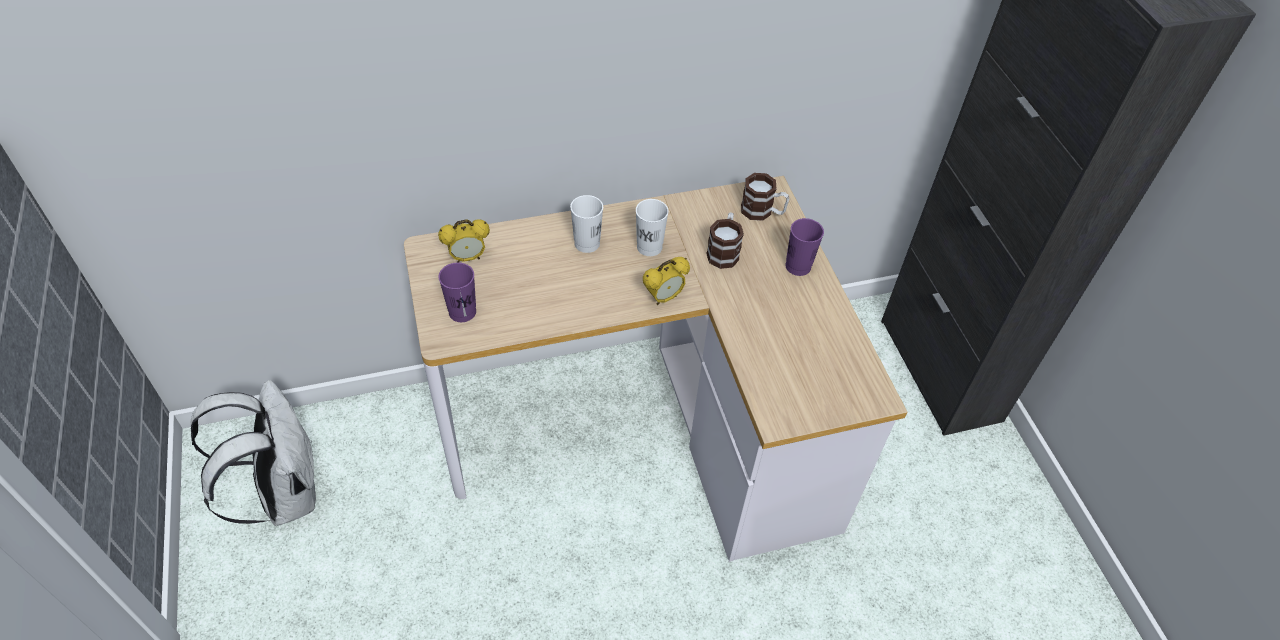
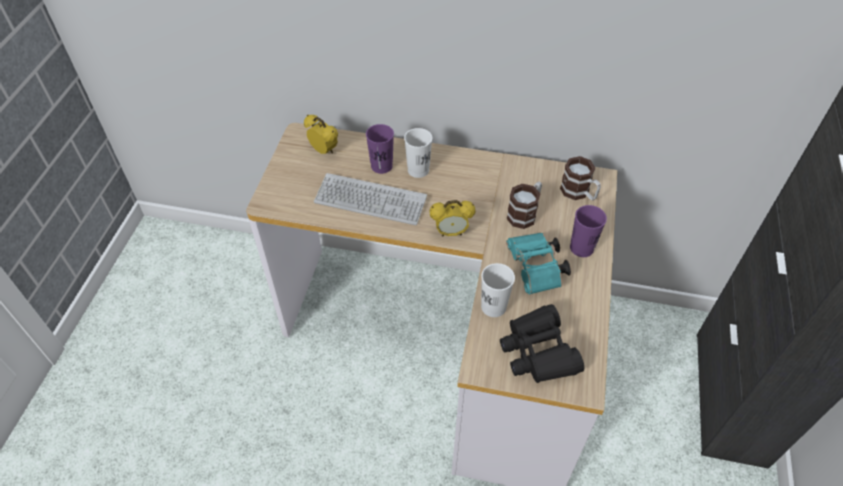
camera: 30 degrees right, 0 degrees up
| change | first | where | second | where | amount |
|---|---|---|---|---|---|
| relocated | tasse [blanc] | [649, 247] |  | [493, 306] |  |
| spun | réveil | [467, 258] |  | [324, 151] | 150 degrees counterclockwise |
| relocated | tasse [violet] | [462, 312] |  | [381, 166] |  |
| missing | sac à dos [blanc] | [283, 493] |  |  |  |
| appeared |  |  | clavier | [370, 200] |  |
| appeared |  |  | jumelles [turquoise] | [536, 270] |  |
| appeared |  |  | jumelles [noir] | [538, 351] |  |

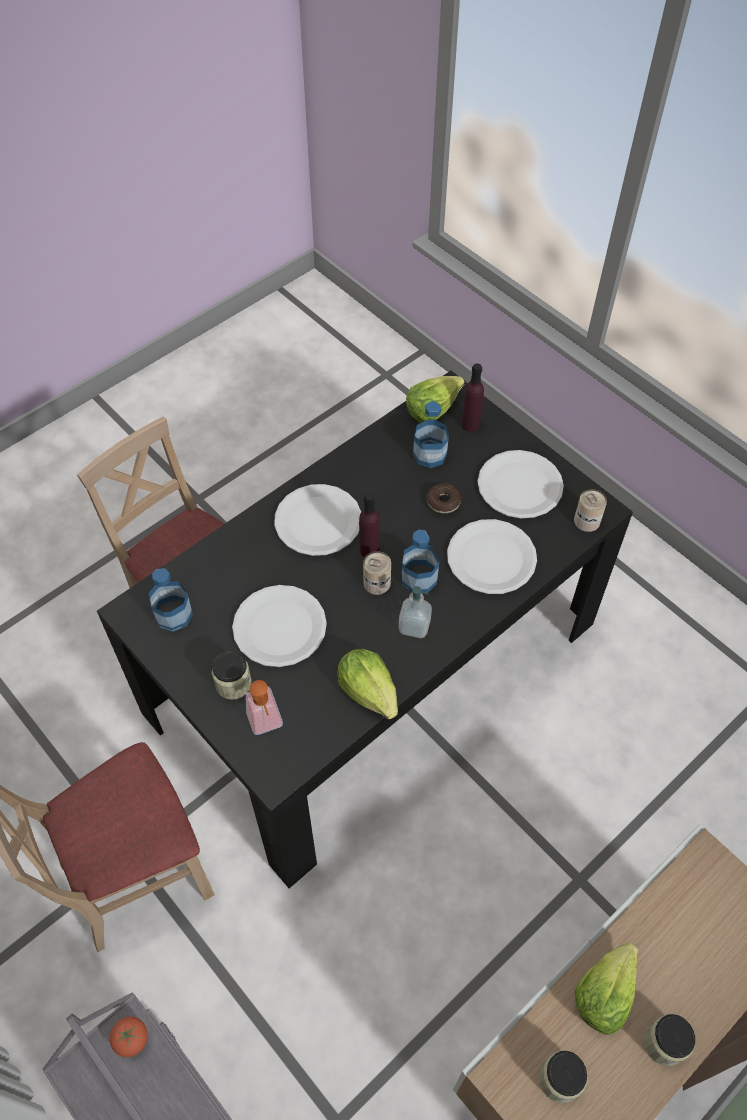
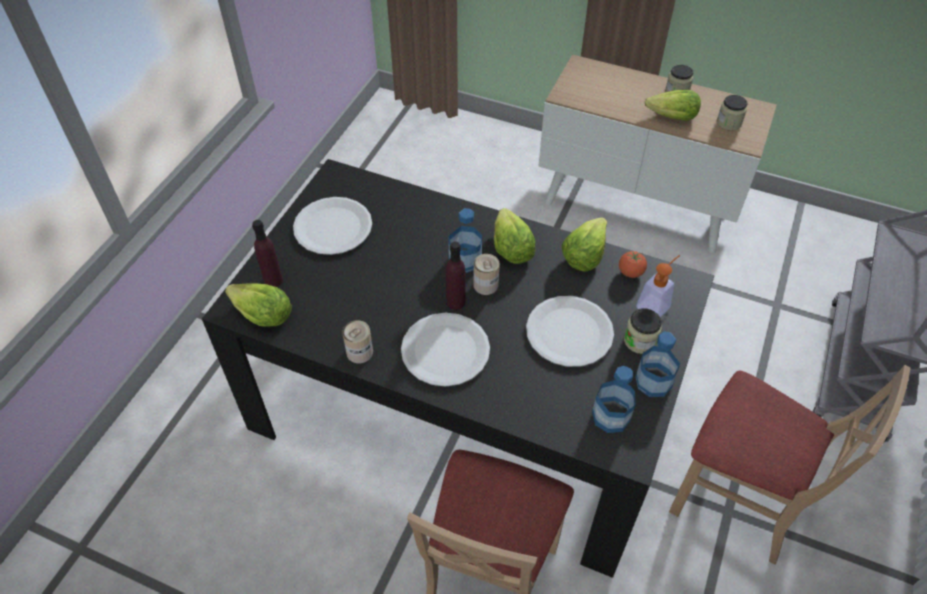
camera: 115 degrees left, 5 degrees down
| change | first | where | second | where | amount |
|---|---|---|---|---|---|
| relocated | bouteille | [429, 454] |  | [653, 382] |  |
| missing | beignet | [443, 502] |  |  |  |
| relocated | boîte métallique | [587, 521] |  | [359, 352] |  |
| missing | assiette [blanc] | [491, 558] |  |  |  |
| exchanged | distributeur de savon | [414, 626] | laitue | [511, 248] |  |
| relocated | tomate | [132, 1039] |  | [630, 272] |  |

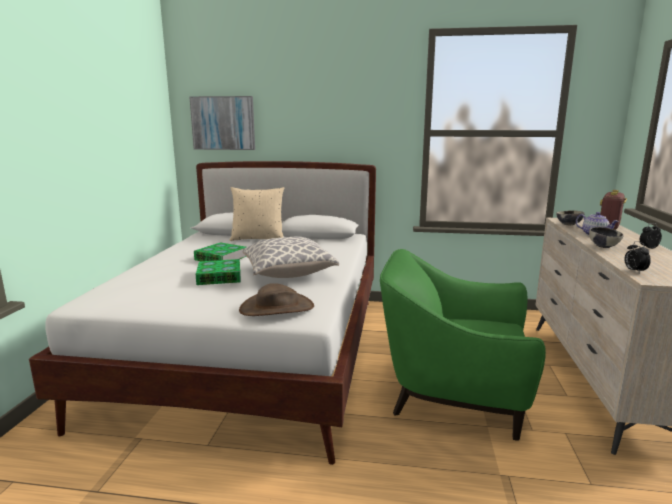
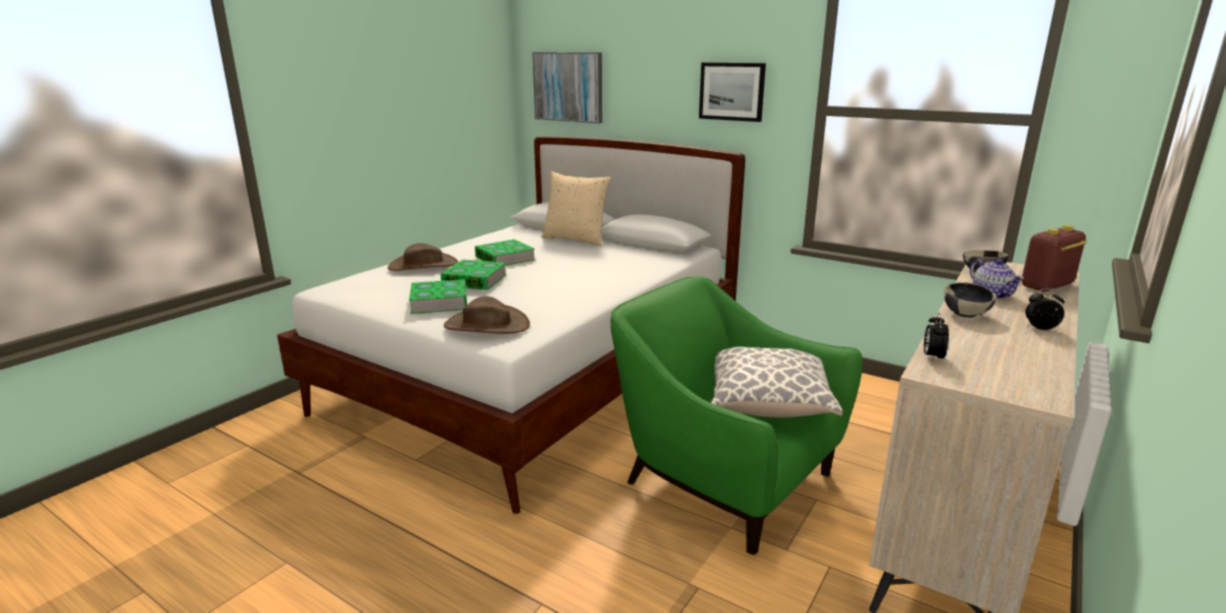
camera: 25 degrees right, 5 degrees up
| change | first | where | second | where | amount |
|---|---|---|---|---|---|
| relocated | coussin | [288, 273] |  | [767, 404] |  |
| appeared |  |  | tableau | [732, 91] |  |
| appeared |  |  | chapeau [marron] | [423, 265] |  |
| appeared |  |  | livre | [439, 302] |  |

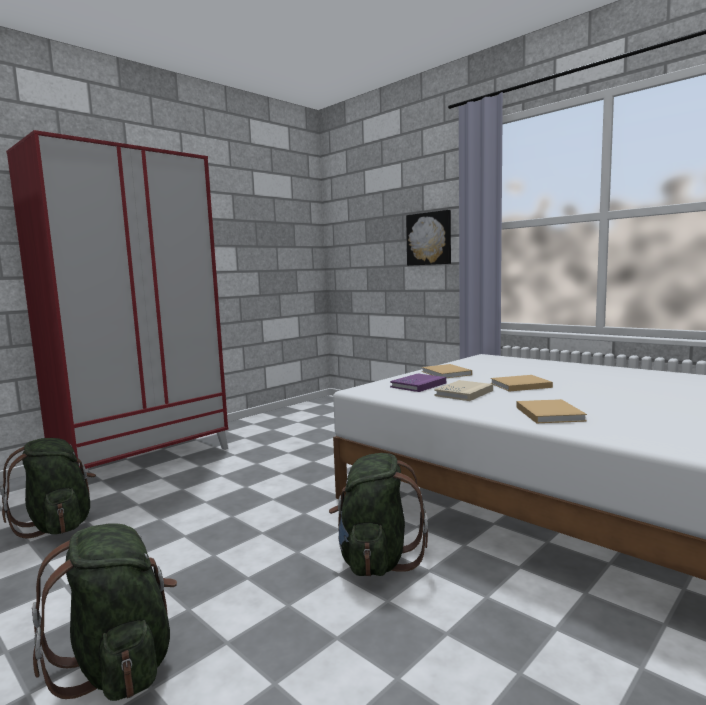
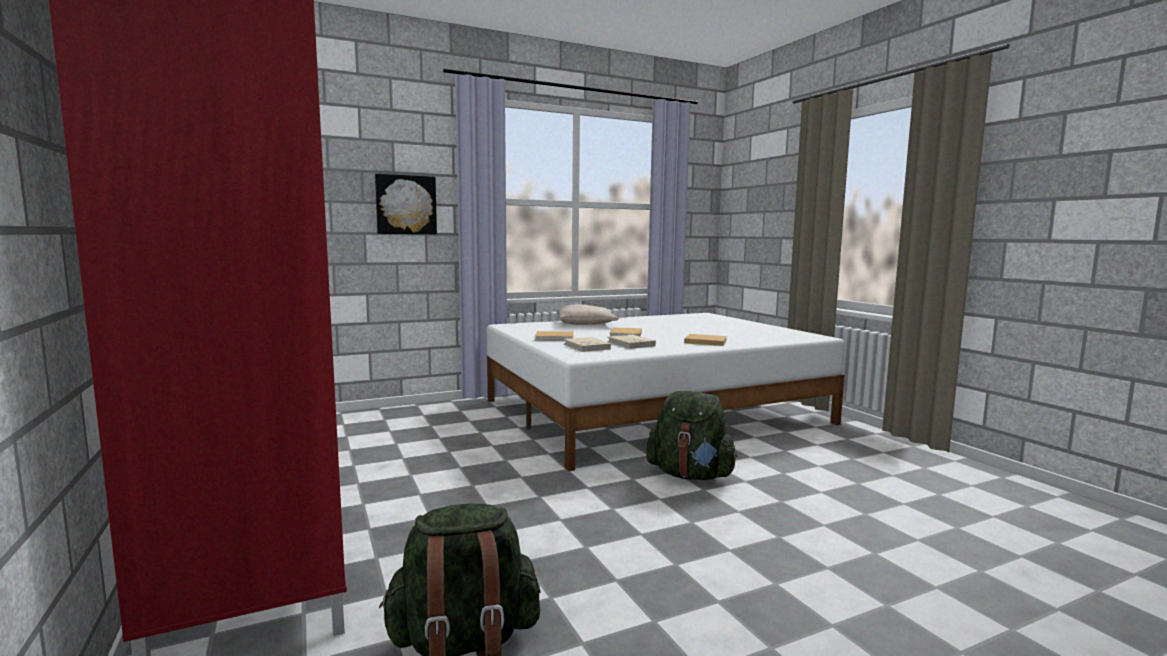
camera: 70 degrees left, 0 degrees up
| change | first | where | second | where | amount |
|---|---|---|---|---|---|
| colour | livre [violet] | [418, 385] | livre [beige] | [586, 346] |  |
| missing | sac à dos [vert] | [119, 664] |  |  |  |
| appeared |  |  | coussin [beige] | [586, 323] |  |

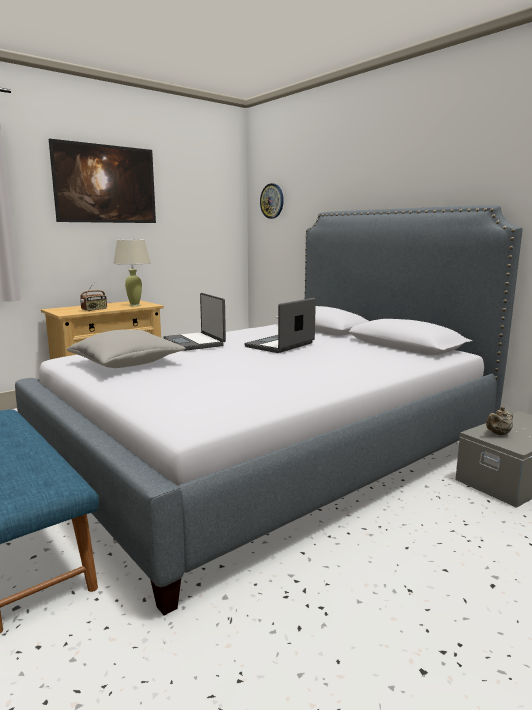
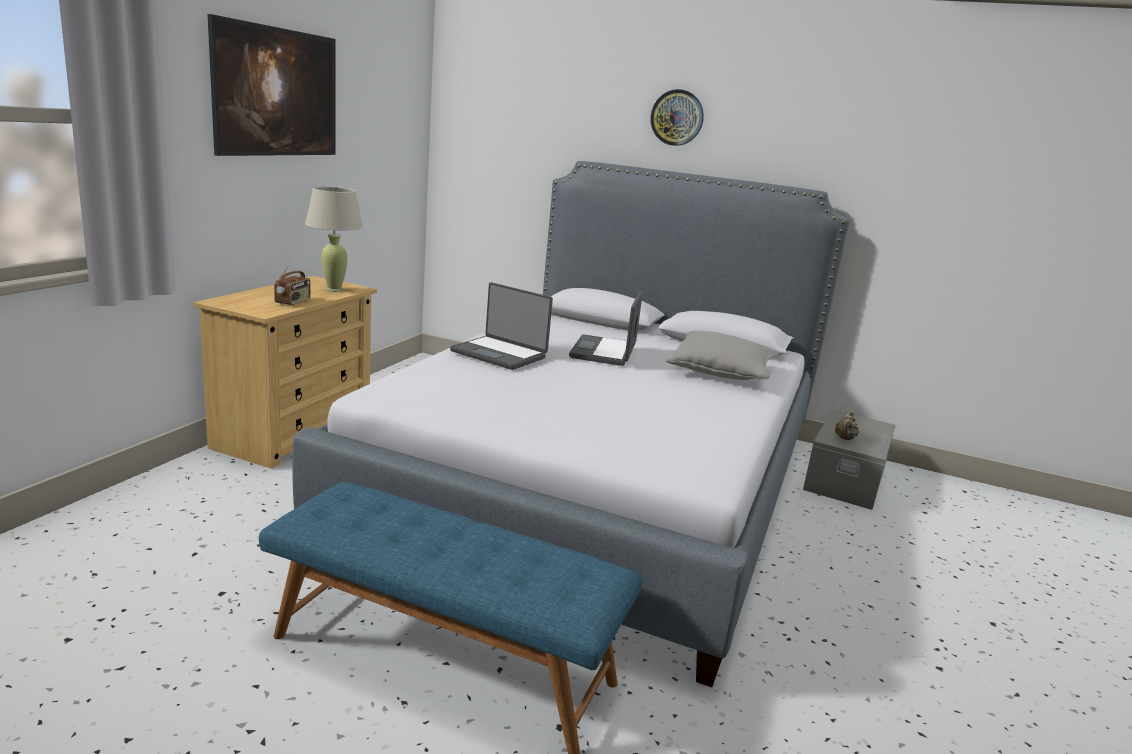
camera: 30 degrees left, 5 degrees up
| change | first | where | second | where | amount |
|---|---|---|---|---|---|
| relocated | horloge murale | [272, 201] |  | [677, 117] |  |
| relocated | coussin [gris] | [126, 363] |  | [721, 372] |  |

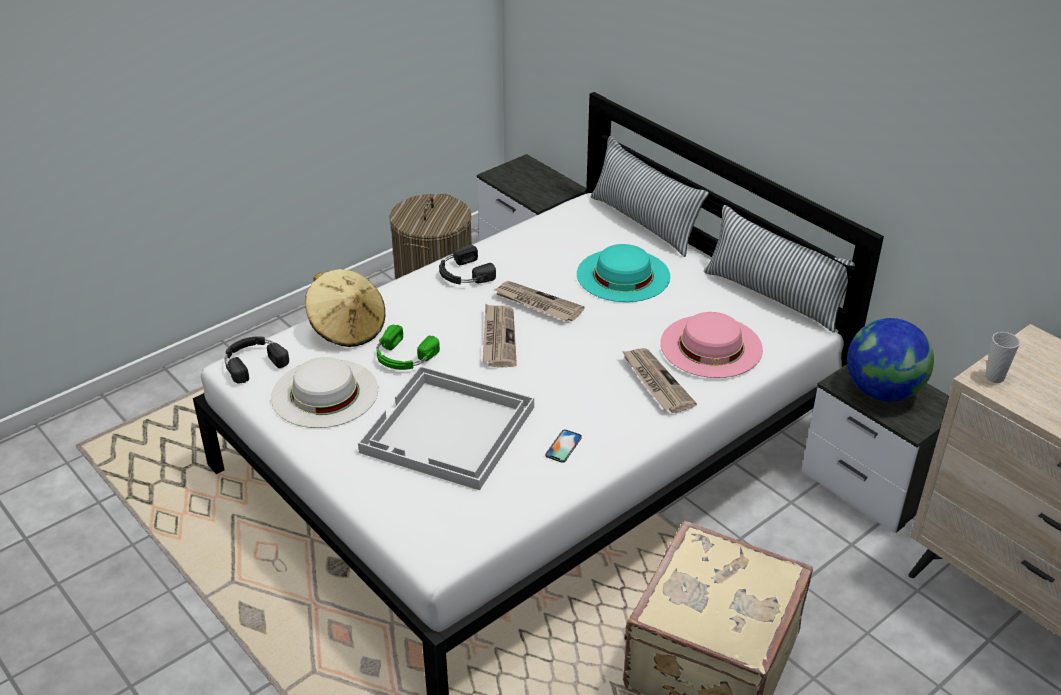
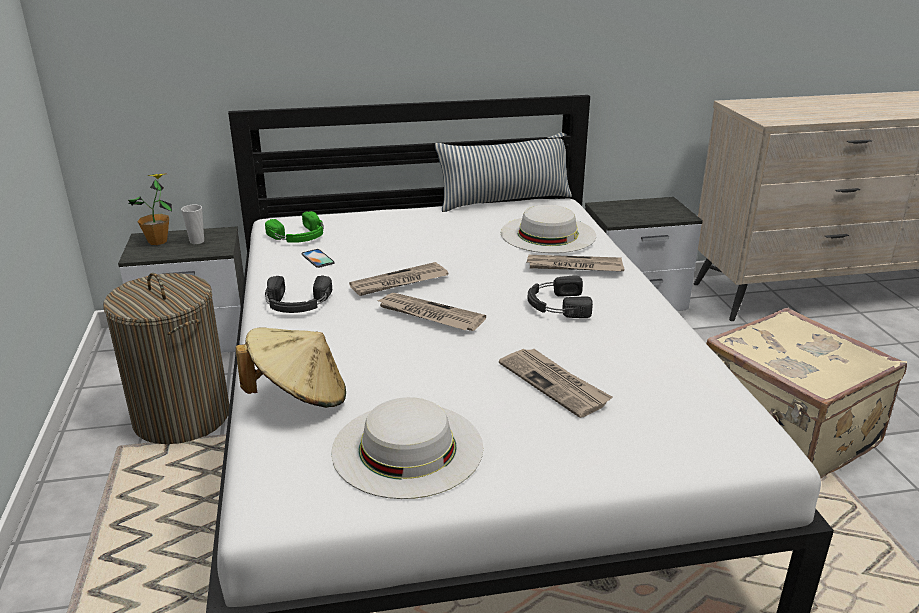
camera: 60 degrees left, 10 degrees down
| change | first | where | second | where | amount |
|---|---|---|---|---|---|
| missing | coussin | [644, 223] |  |  |  |
| missing | chapeau [turquoise] | [623, 275] |  |  |  |
| colour | chapeau [rose] | [711, 346] | chapeau [blanc] | [548, 234] |  |
| missing | globe | [882, 391] |  |  |  |
| relocated | casque audio [vert] | [403, 357] |  | [299, 236] |  |
| relocated | tasse | [994, 377] |  | [197, 241] |  |
| relocated | casque audio [noir] | [253, 362] |  | [556, 305] |  |
| exchanged | plateau [blanc] | [449, 430] | journal | [554, 384] |  |
| relocated | téléphone | [563, 446] |  | [318, 258] |  |
| appeared |  |  | plante en pot | [158, 241] |  |

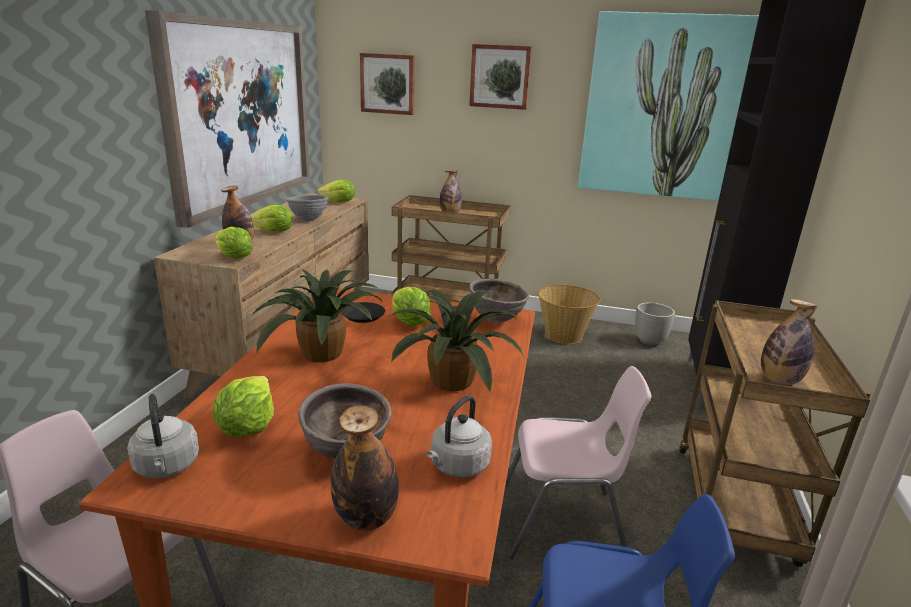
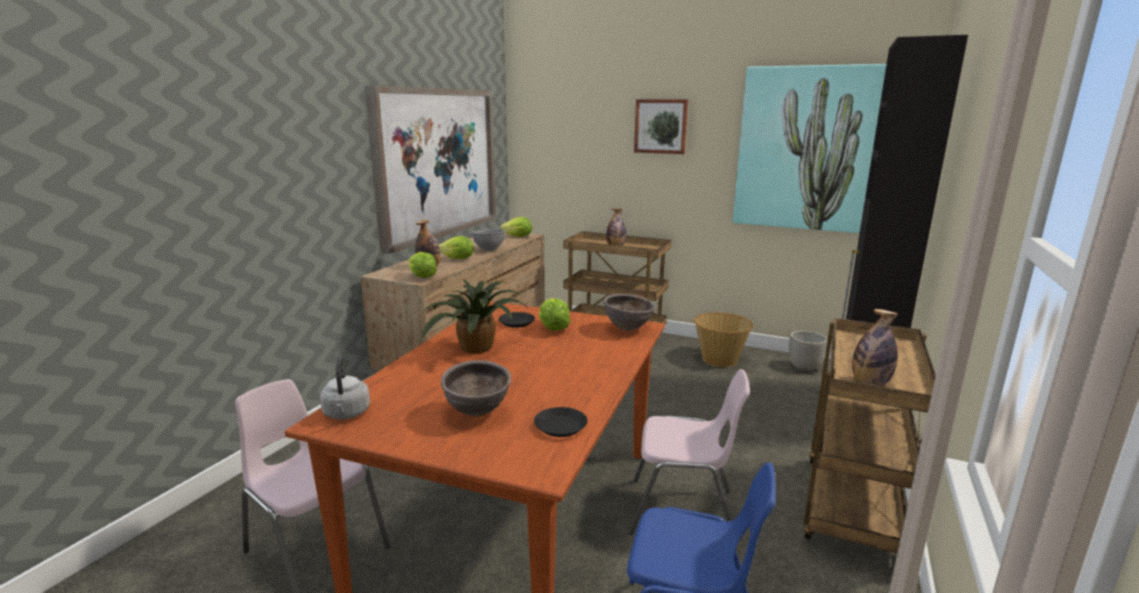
camera: 10 degrees right, 5 degrees down
| change | first | where | second | where | amount |
|---|---|---|---|---|---|
| missing | tableau | [388, 84] |  |  |  |
| missing | plante en pot | [455, 383] |  |  |  |
| missing | laitue | [248, 426] |  |  |  |
| exchanged | bouilloire [gris] | [458, 466] | assiette [noir] | [560, 426] |  |
| missing | bouteille | [366, 518] |  |  |  |

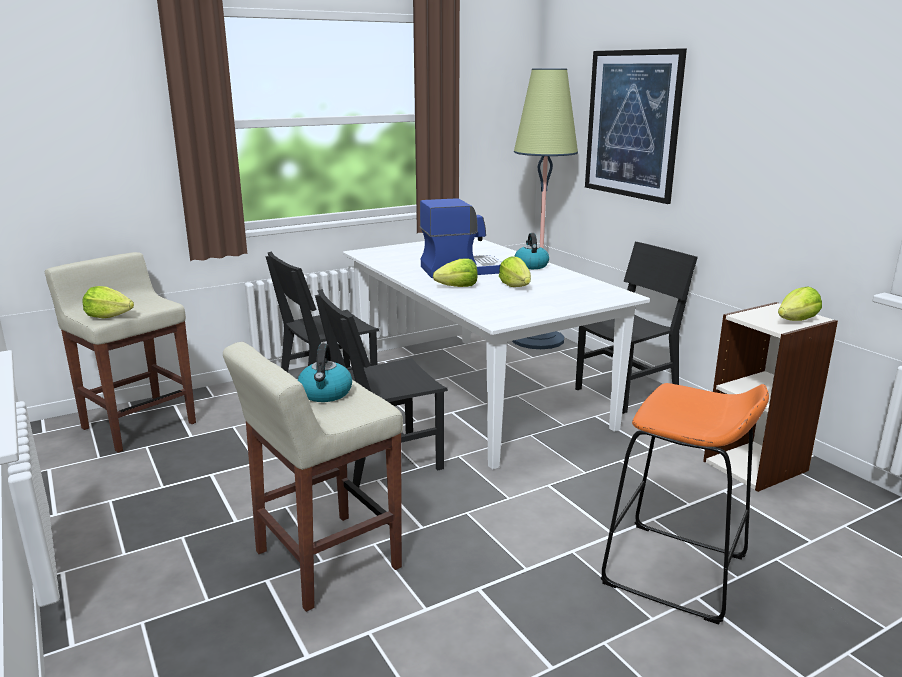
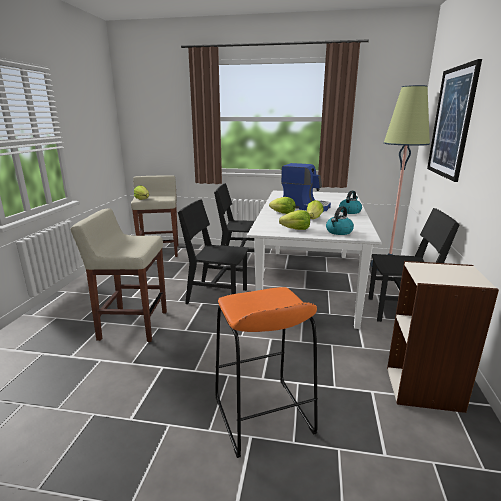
camera: 40 degrees right, 0 degrees up
| change | first | where | second | where | amount |
|---|---|---|---|---|---|
| relocated | laitue | [796, 321] |  | [296, 229] |  |
| relocated | bouilloire | [325, 394] |  | [339, 232] |  |

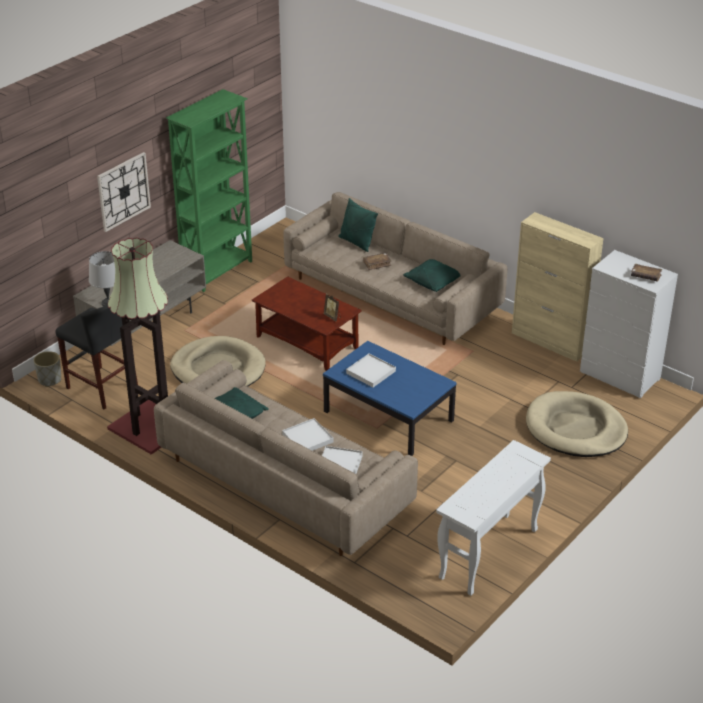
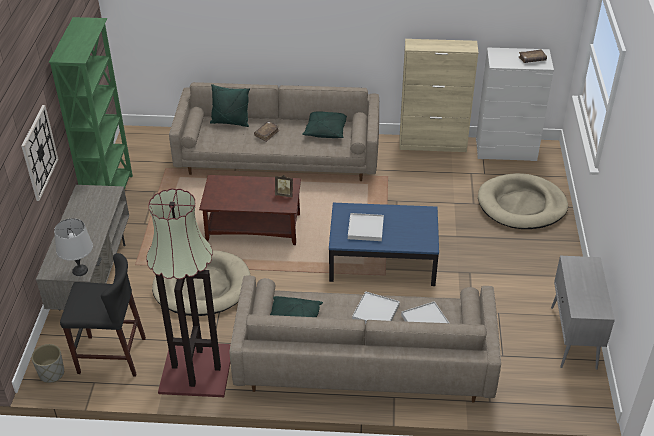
camera: 35 degrees left, 5 degrees up
| change | first | where | second | where | amount |
|---|---|---|---|---|---|
| exchanged | table console [blanc] | [488, 554] | meuble de rangement [gris] | [573, 338] |  |

